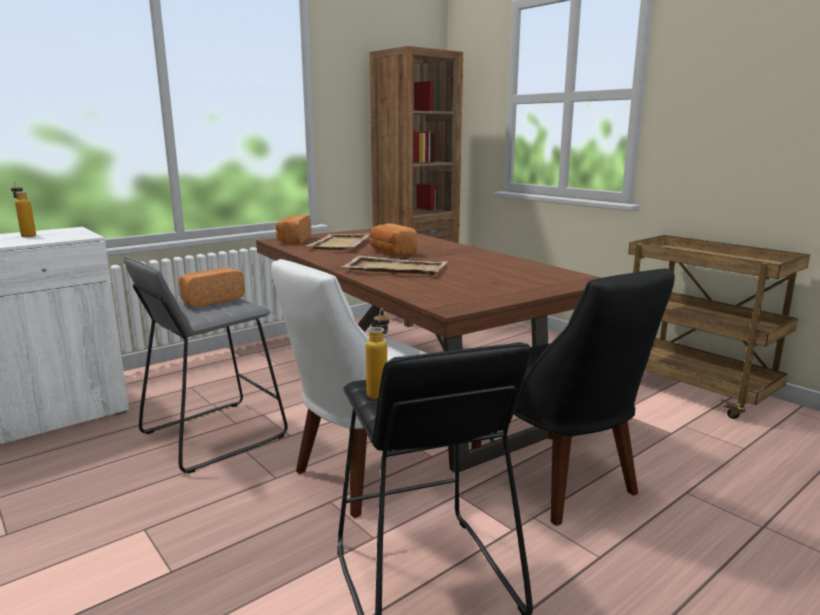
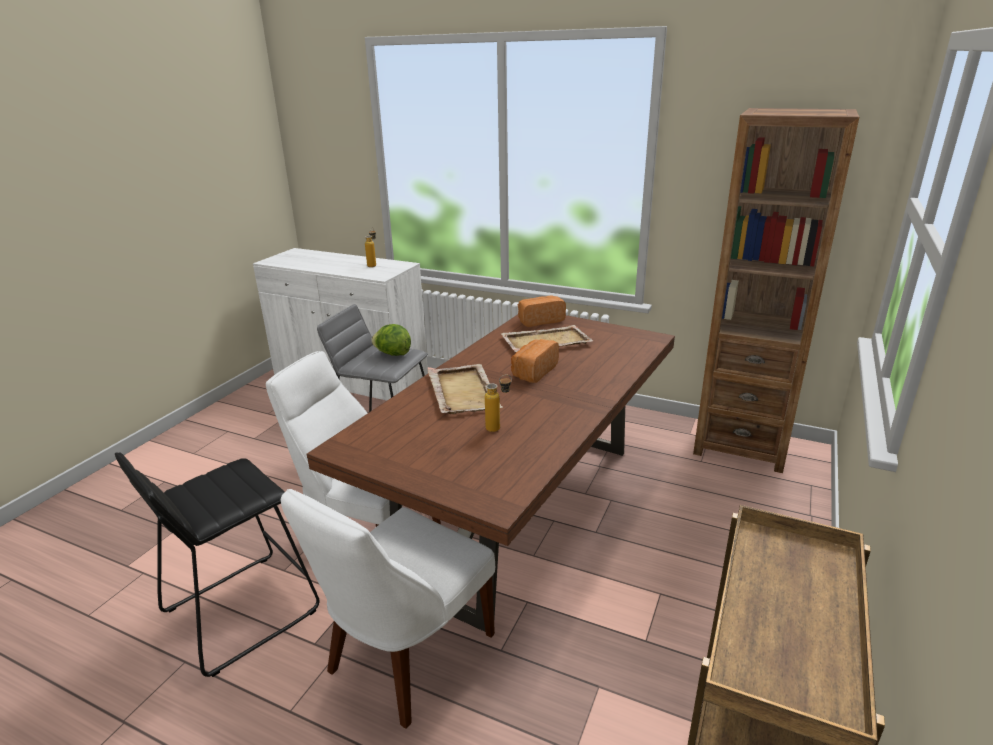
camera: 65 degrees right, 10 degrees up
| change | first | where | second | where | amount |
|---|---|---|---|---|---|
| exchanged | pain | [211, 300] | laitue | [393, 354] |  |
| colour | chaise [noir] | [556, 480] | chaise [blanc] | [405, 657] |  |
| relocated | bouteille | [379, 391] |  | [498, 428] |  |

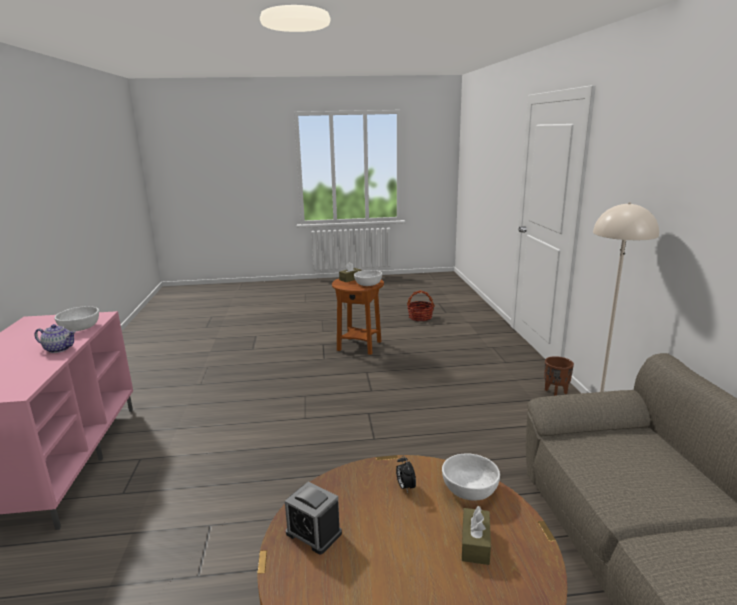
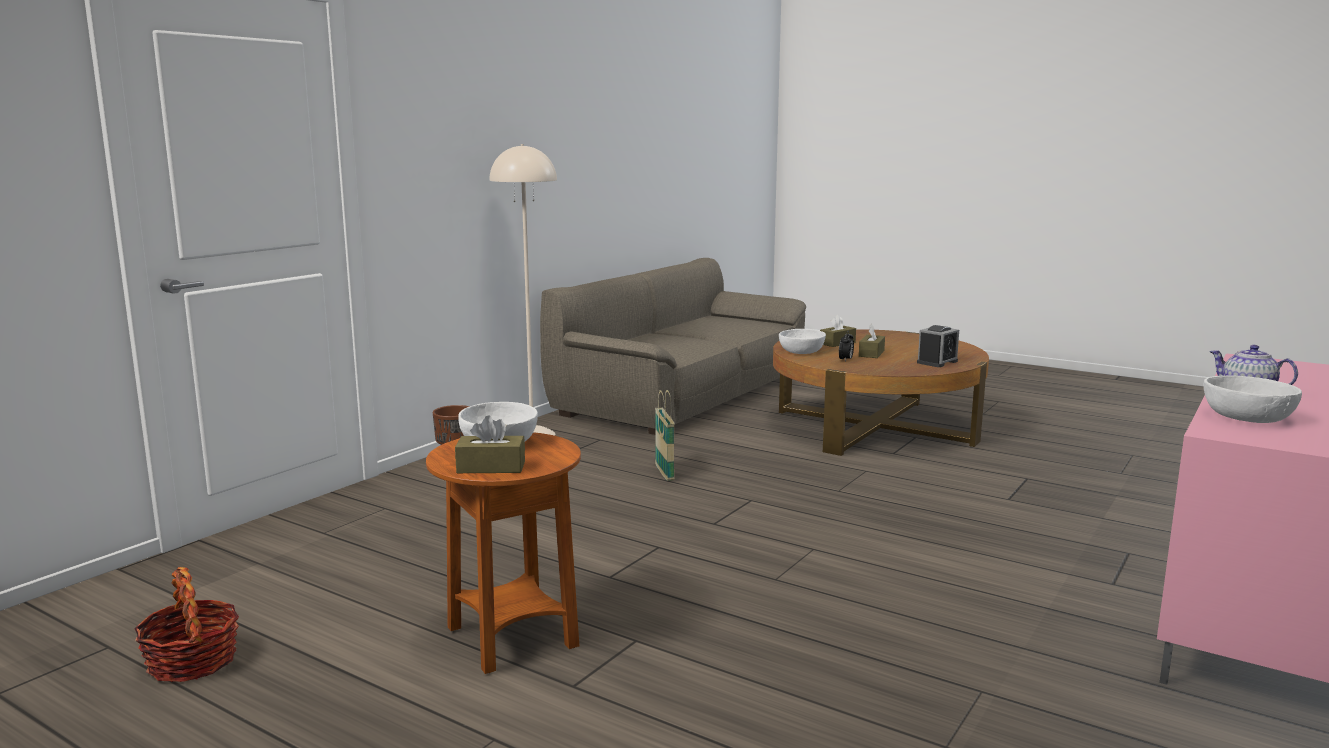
camera: 140 degrees left, 5 degrees down
| change | first | where | second | where | amount |
|---|---|---|---|---|---|
| spun | réveil | [313, 533] |  | [937, 362] | 60 degrees clockwise |
| appeared |  |  | boîte à mouchoirs [marron] | [871, 353] |  |
| appeared |  |  | panier | [664, 473] |  |

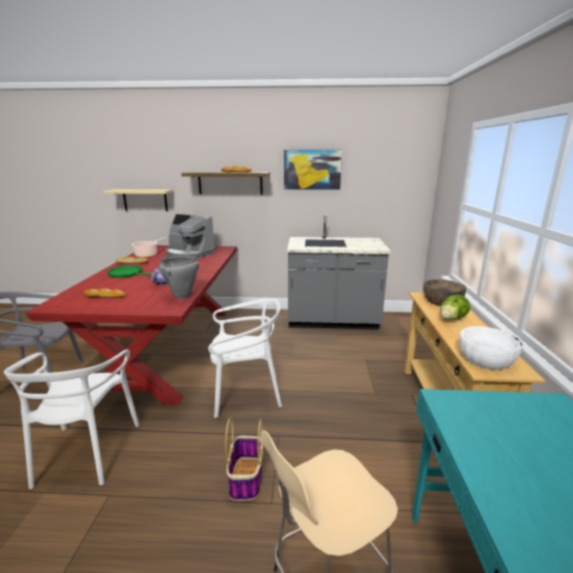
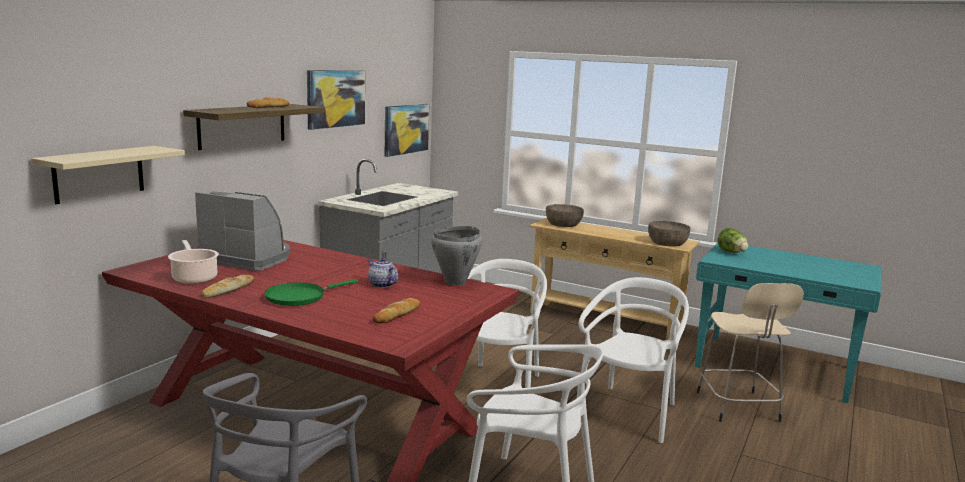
camera: 65 degrees left, 5 degrees down
| change | first | where | second | where | amount |
|---|---|---|---|---|---|
| spun | machine à café | [189, 254] |  | [248, 258] | 120 degrees counterclockwise |
| relocated | laitue | [451, 319] |  | [732, 252] |  |
| colour | bol [blanc] | [485, 359] | bol [marron] | [667, 242] |  |
| exchanged | panier | [246, 479] | chaise [blanc] | [628, 413] |  |
| appeared |  |  | tableau | [406, 129] |  |

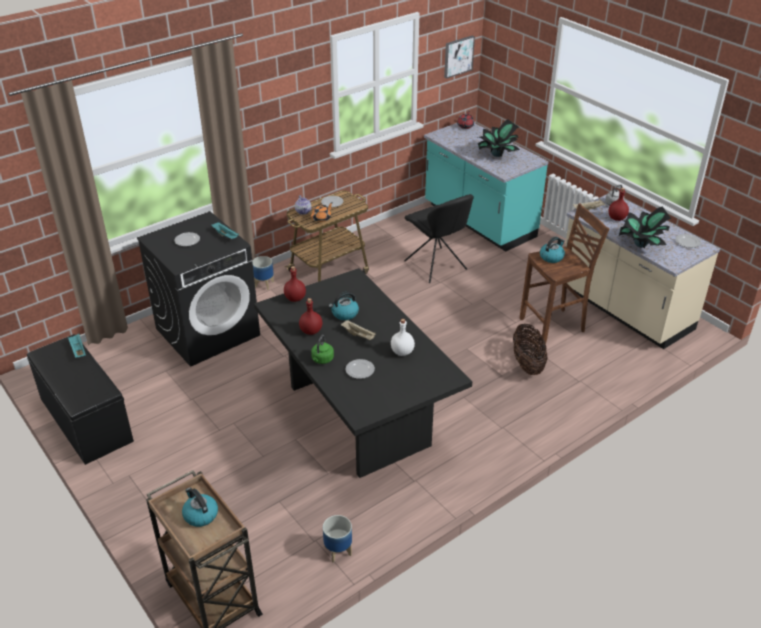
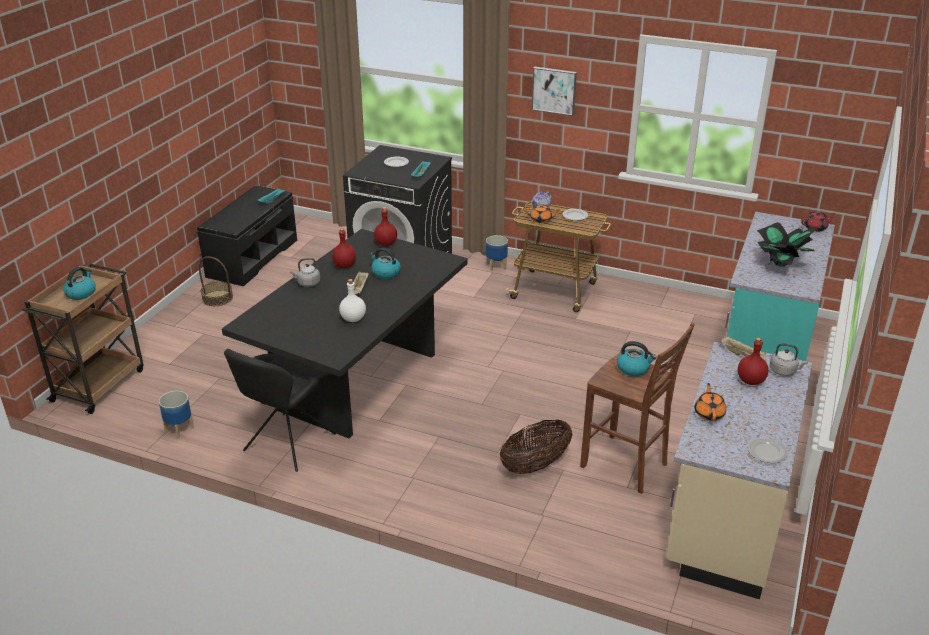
camera: 60 degrees right, 5 degrees down
| change | first | where | second | where | amount |
|---|---|---|---|---|---|
| relocated | tableau | [458, 56] |  | [554, 90] |  |
| relocated | chaise [noir] | [436, 266] |  | [287, 444] |  |
| exchanged | plante en pot | [640, 245] | théière [orange] | [709, 413] |  |
| colour | bouilloire [vert] | [322, 360] | bouilloire [gris] | [307, 283] |  |
| missing | assiette | [359, 370] |  |  |  |
| appeared |  |  | panier | [217, 298] |  |

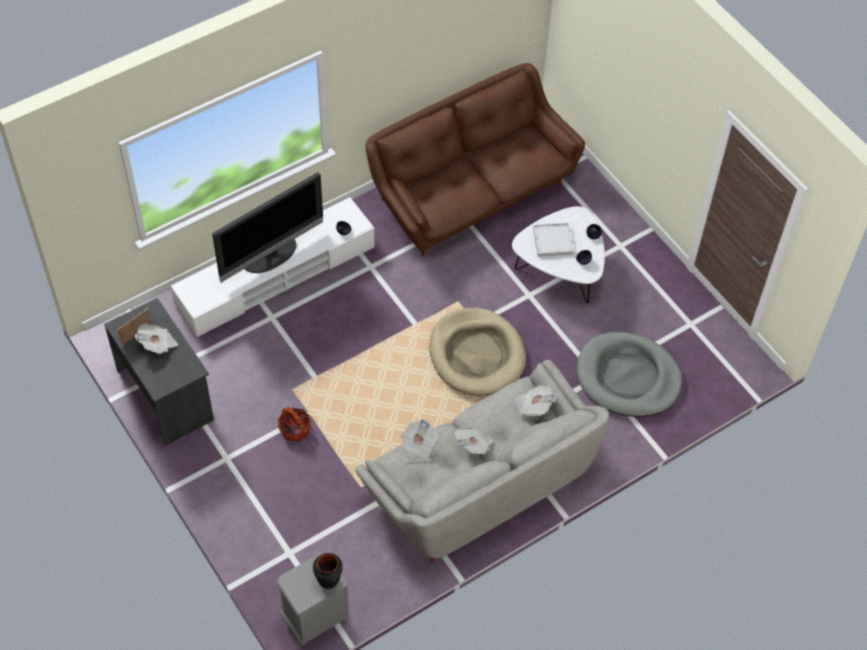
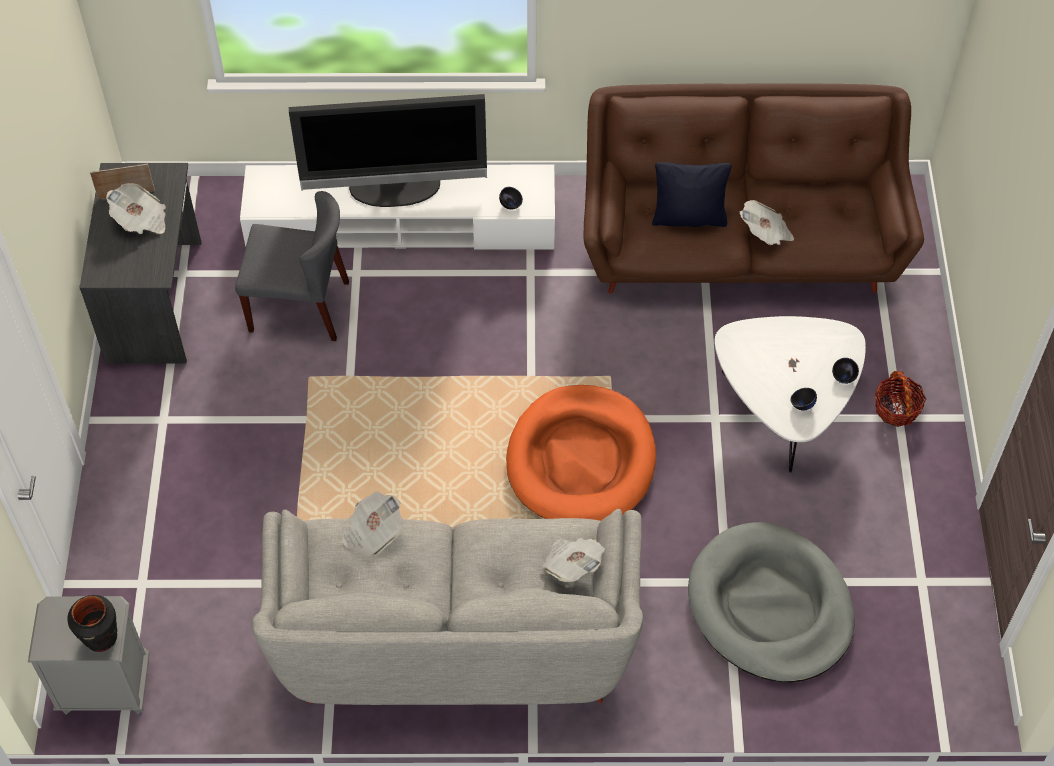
camera: 35 degrees right, 0 degrees up
| change | first | where | second | where | amount |
|---|---|---|---|---|---|
| missing | plateau [blanc] | [553, 241] |  |  |  |
| colour | panier pour chien [beige] | [476, 354] | panier pour chien [orange] | [581, 460] |  |
| relocated | panier | [295, 429] |  | [896, 409] |  |
| relocated | journal | [473, 445] |  | [765, 233] |  |
| appeared |  |  | coussin [noir] | [689, 218] |  |
| appeared |  |  | chaise [gris] | [300, 306] |  |

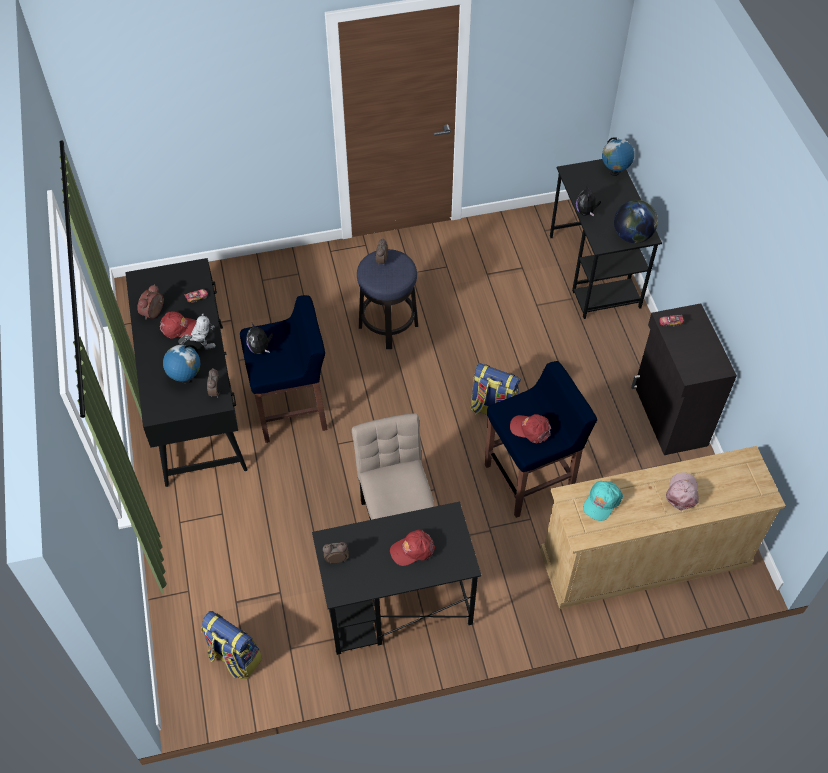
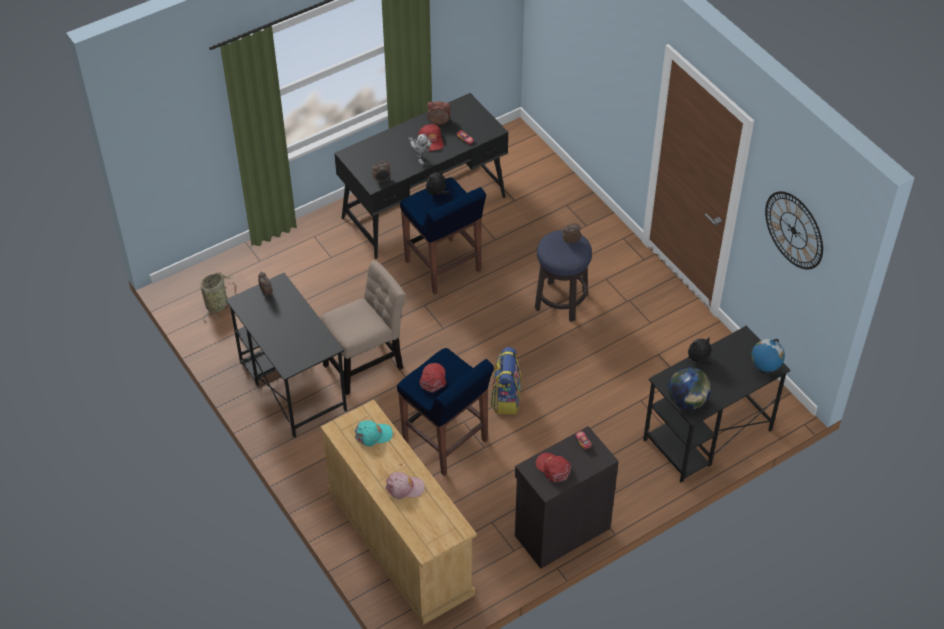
camera: 70 degrees right, 5 degrees down
| change | first | where | second | where | amount |
|---|---|---|---|---|---|
| missing | globe | [186, 378] |  |  |  |
| spun | casquette [turquoise] | [601, 502] |  | [373, 435] | 150 degrees clockwise |
| relocated | casquette [rouge] | [412, 549] |  | [553, 468] |  |
| exchanged | sac à dos | [234, 657] | panier | [217, 304] |  |
| appeared |  |  | horloge murale | [794, 230] |  |

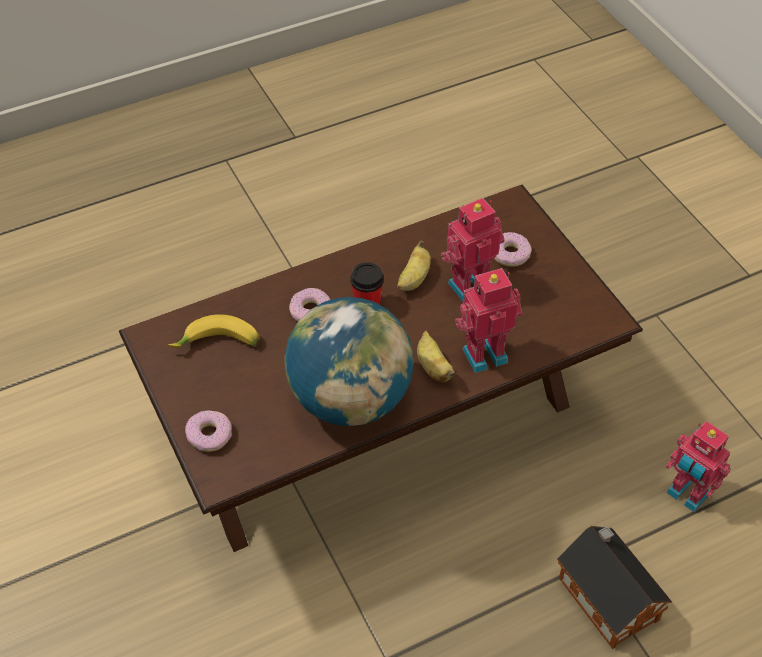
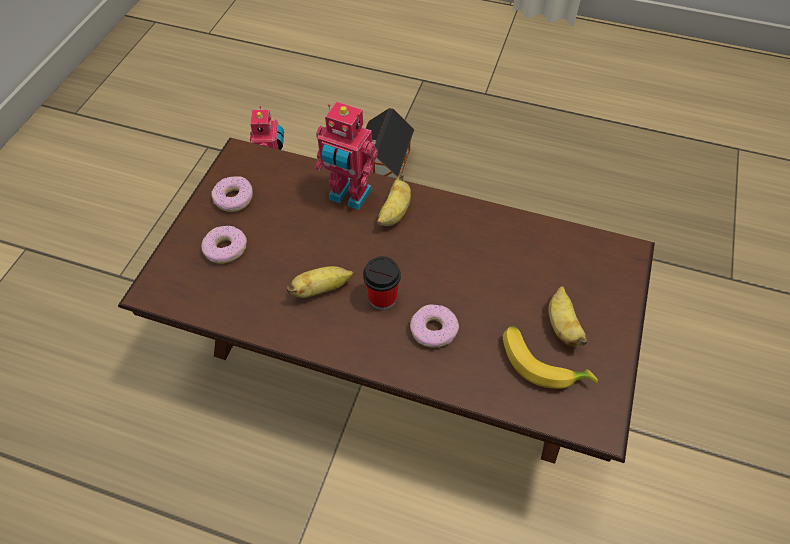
camera: 135 degrees left, 5 degrees up
| change | first | where | second | where | amount |
|---|---|---|---|---|---|
| missing | robot jouet | [468, 284] |  |  |  |
| missing | globe | [350, 399] |  |  |  |
| relocated | beignet | [209, 435] |  | [233, 198] |  |
| appeared |  |  | banane | [562, 326] |  |

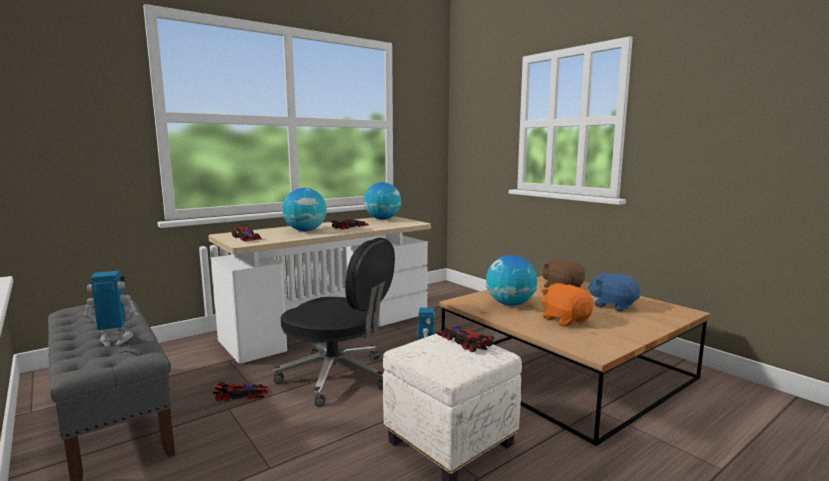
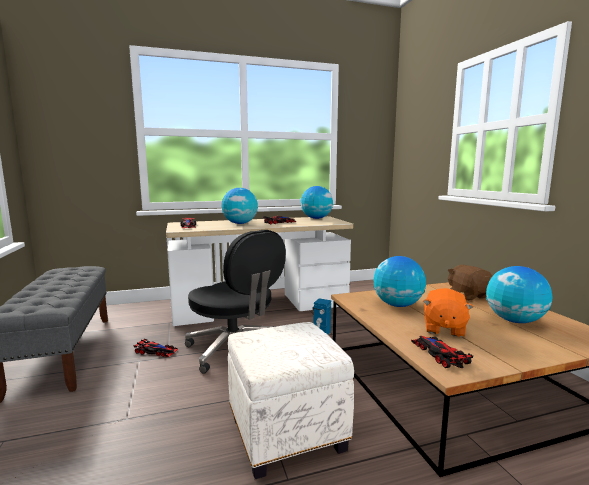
camera: 20 degrees right, 0 degrees up
| change | first | where | second | where | amount |
|---|---|---|---|---|---|
| missing | robot jouet | [115, 341] |  |  |  |
| exchanged | peluche [bleu] | [613, 305] | globe | [514, 321] |  |
| spun | peluche [orange] | [565, 319] |  | [443, 328] | 150 degrees counterclockwise |
| relocated | petite voiture | [464, 341] |  | [439, 354] |  |

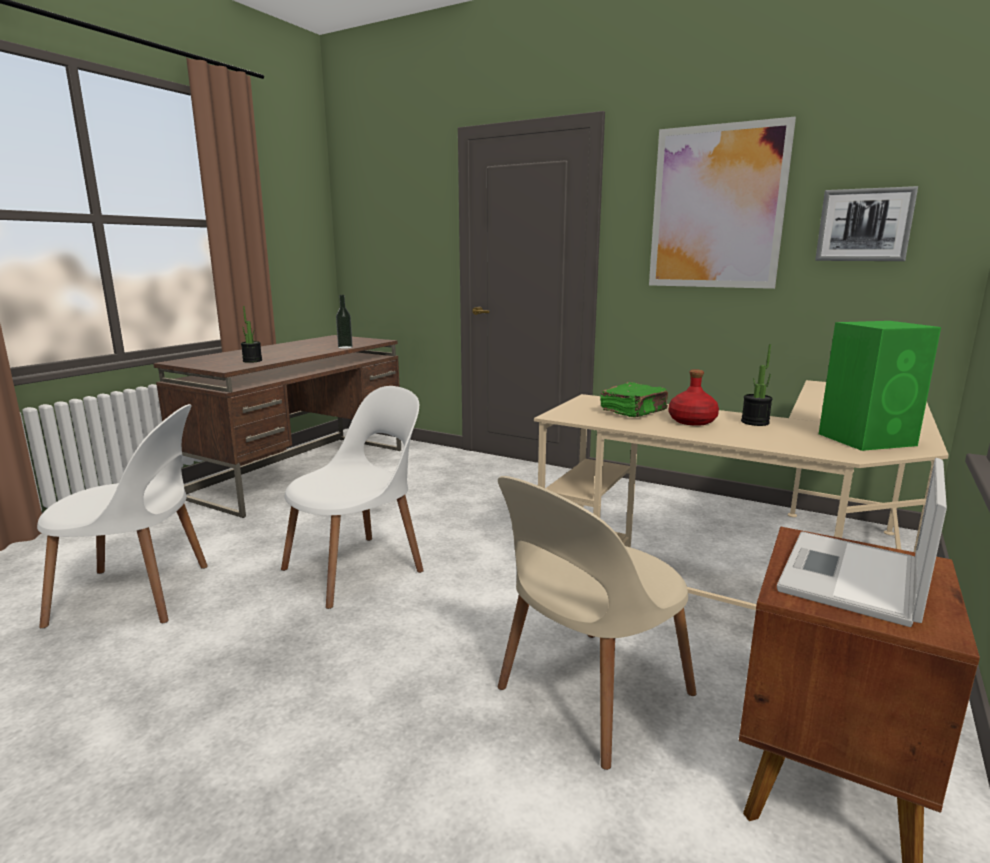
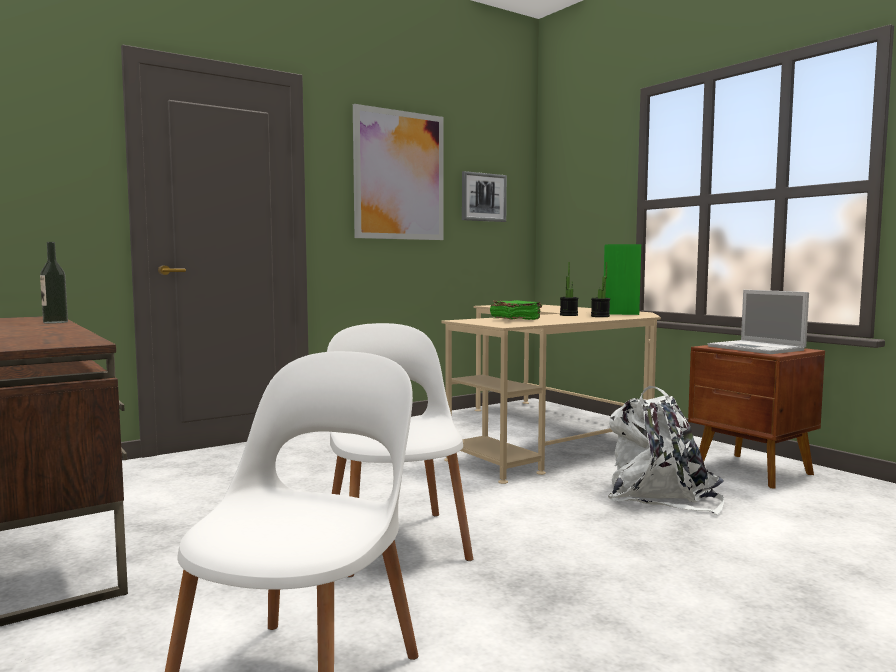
camera: 65 degrees left, 10 degrees down
| change | first | where | second | where | amount |
|---|---|---|---|---|---|
| relocated | plante en pot | [252, 361] |  | [600, 316] |  |
| missing | bouteille [rouge] | [692, 421] |  |  |  |
| exchanged | chaise [beige] | [589, 695] | sac à dos [blanc] | [661, 496] |  |

